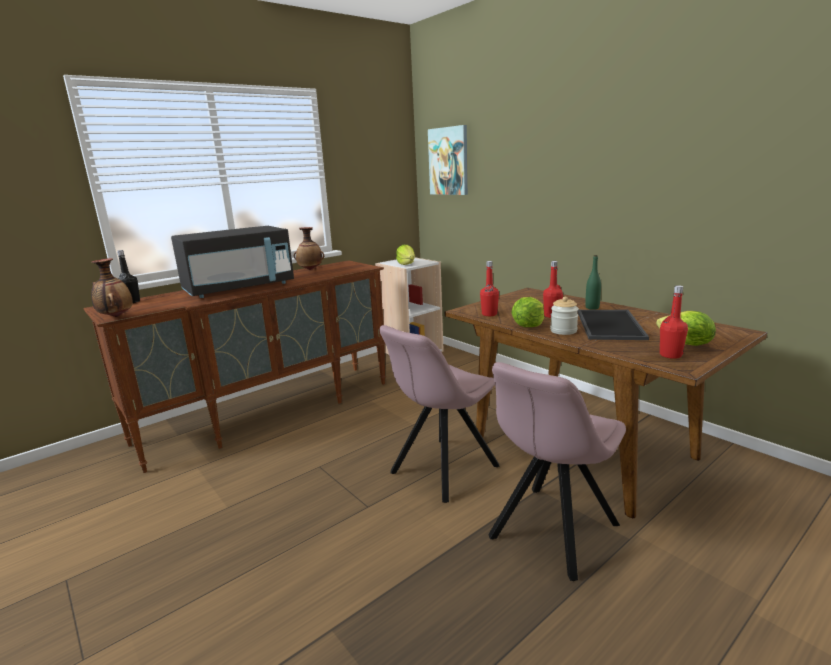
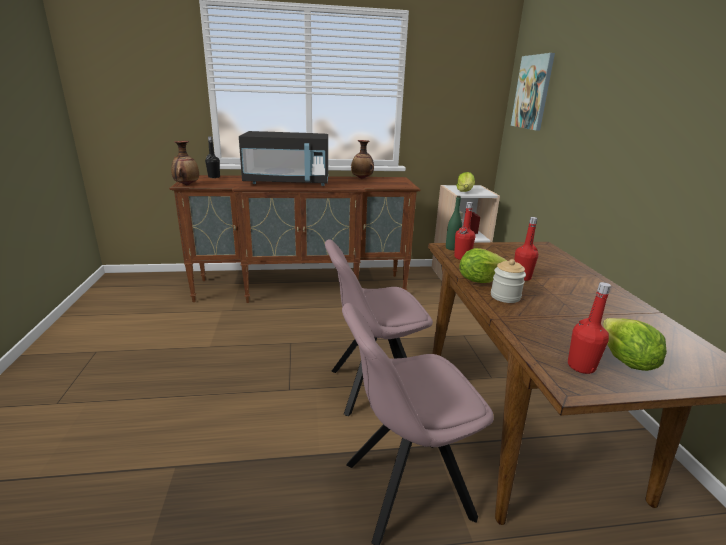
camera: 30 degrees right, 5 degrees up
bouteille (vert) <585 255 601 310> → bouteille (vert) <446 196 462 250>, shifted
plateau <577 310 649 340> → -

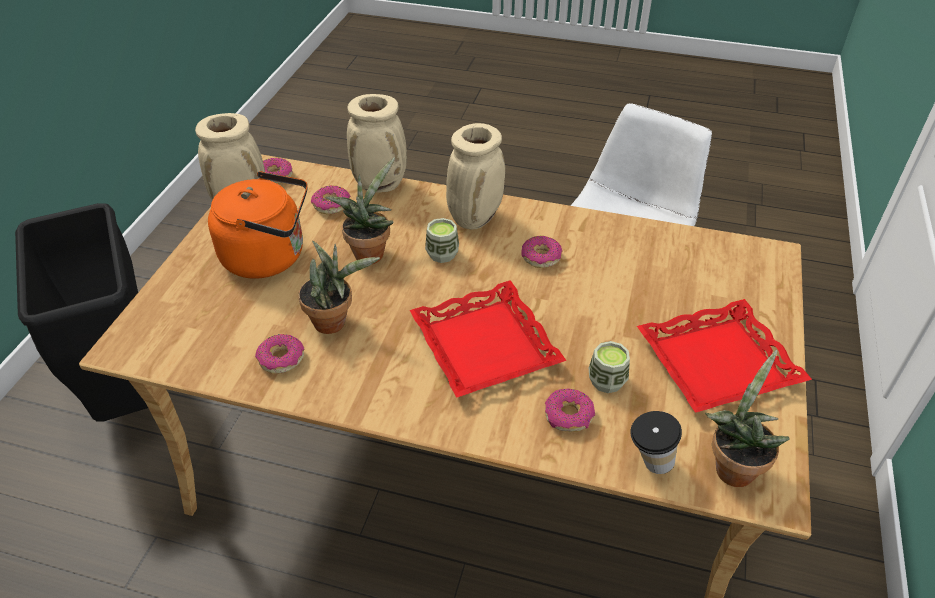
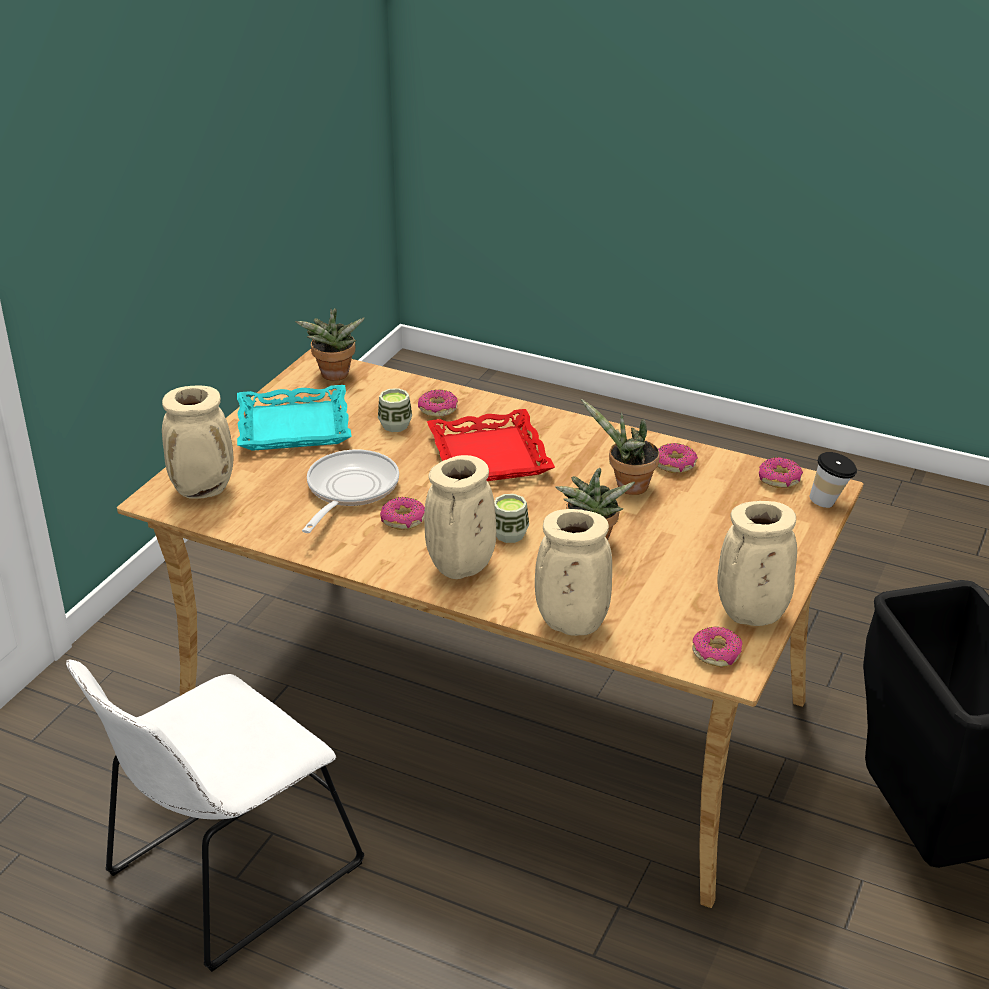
camera: 170 degrees left, 10 degrees down
bouilloire (orange) <208 171 308 279> → -
beignet <311 185 350 214> → beignet <759 457 803 488>, shifted
plateau (rouge) <637 299 812 413> → plateau (turquoise) <237 385 352 451>
tasse <630 411 682 474> → tasse <810 452 857 508>, shifted
- → vase (beige) <162 385 233 499>
- → poêle <302 450 399 533>

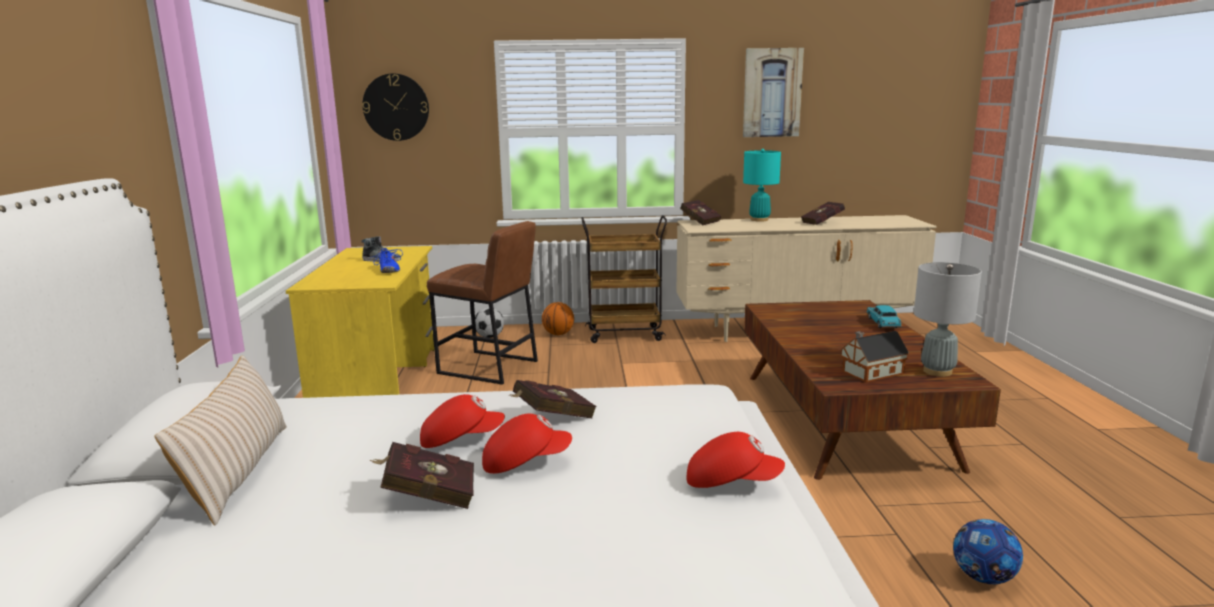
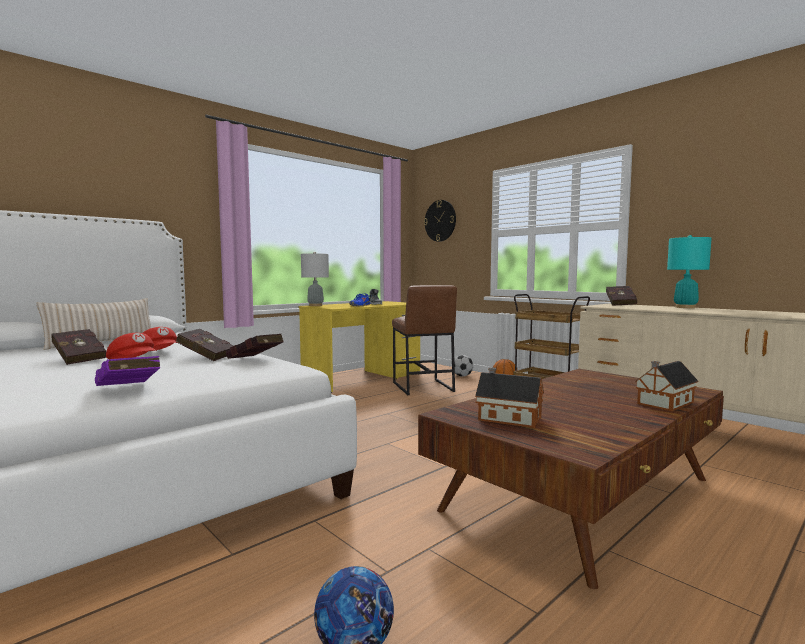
camera: 50 degrees right, 10 degrees down
tableau <743 48 804 137> → -
livre (rouge) <801 202 845 225> → livre (rouge) <226 334 284 359>, shifted
lampe de table (gris) <914 262 982 377> → lampe de table (gris) <301 252 329 306>, shifted
petite voiture (turquoise) <867 305 901 328> → maison miniature <635 361 699 411>
casquette (rouge) <687 432 785 488> → livre (violet) <95 356 160 386>

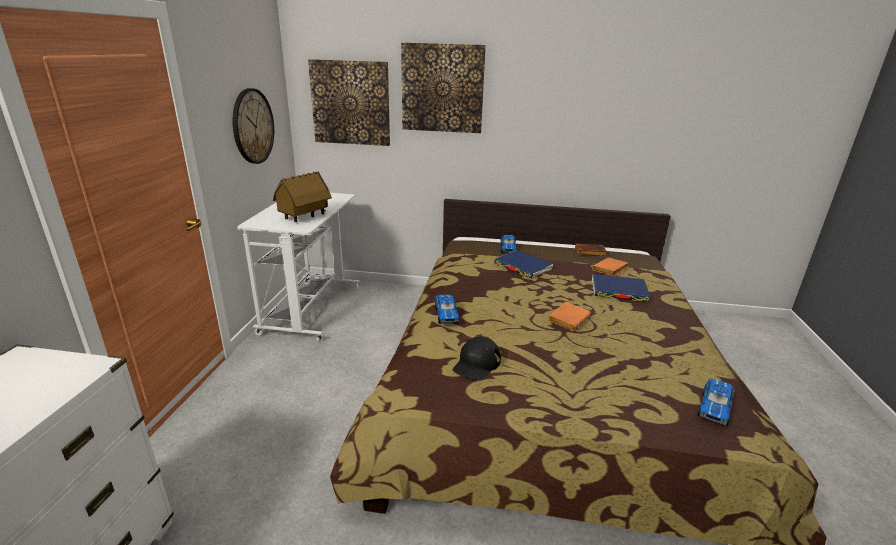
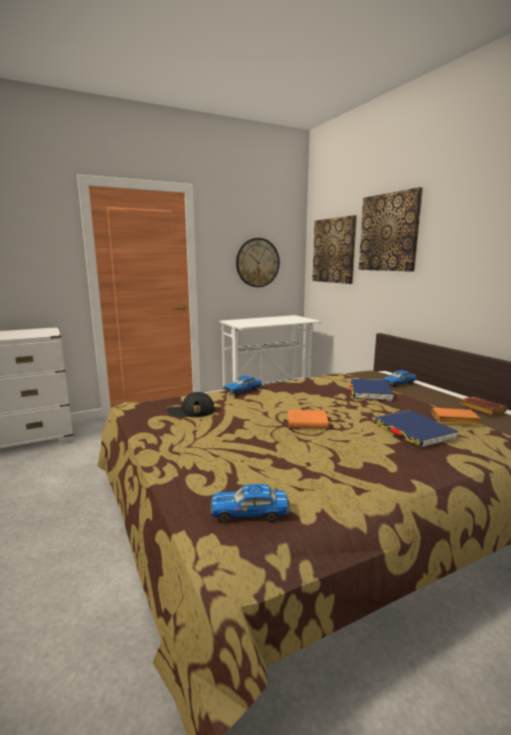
camera: 55 degrees right, 10 degrees down
maison miniature <273 171 332 222> → -

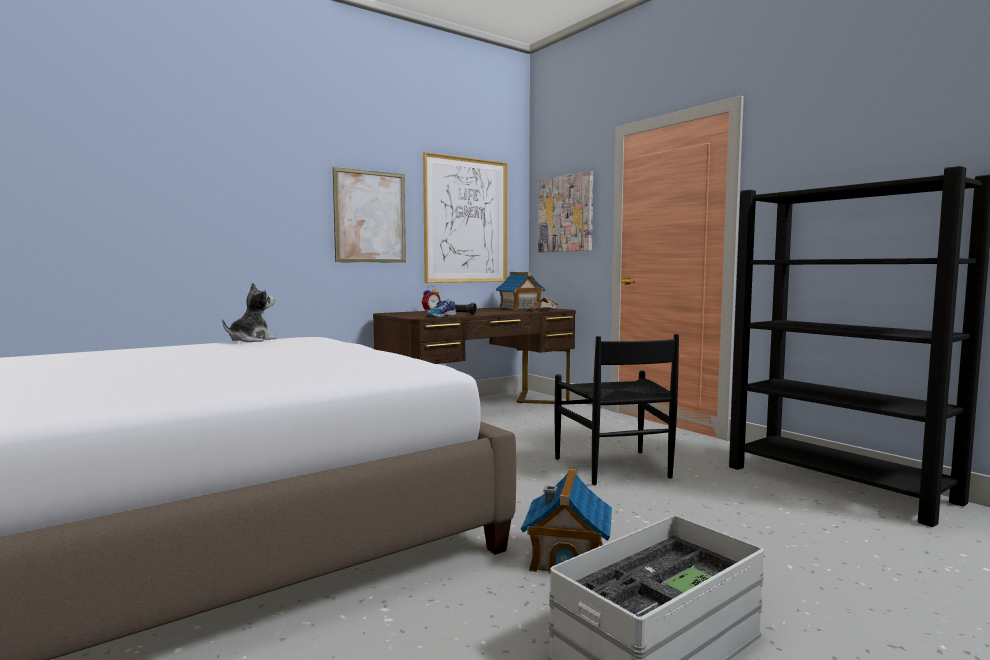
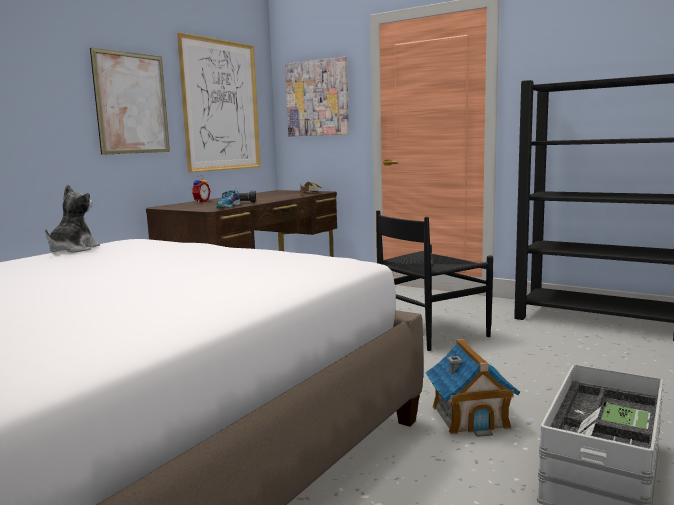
camera: 20 degrees left, 5 degrees up
maison miniature <496 272 546 310> → -
chaise (noir) <555 334 679 485> → chaise (noir) <376 210 493 351>, 90 degrees clockwise

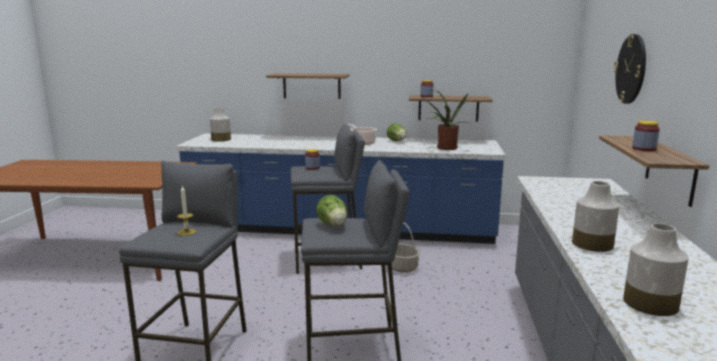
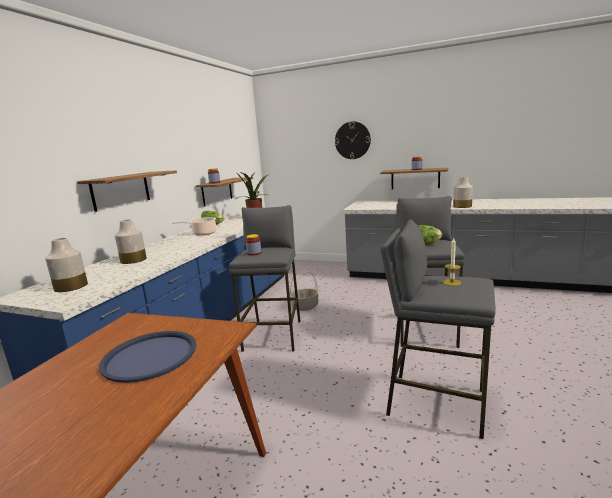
camera: 75 degrees left, 0 degrees up
vase (beige) <623 223 689 316> → vase (beige) <115 219 147 264>, shifted
- → plateau (bleu) <99 331 196 383>

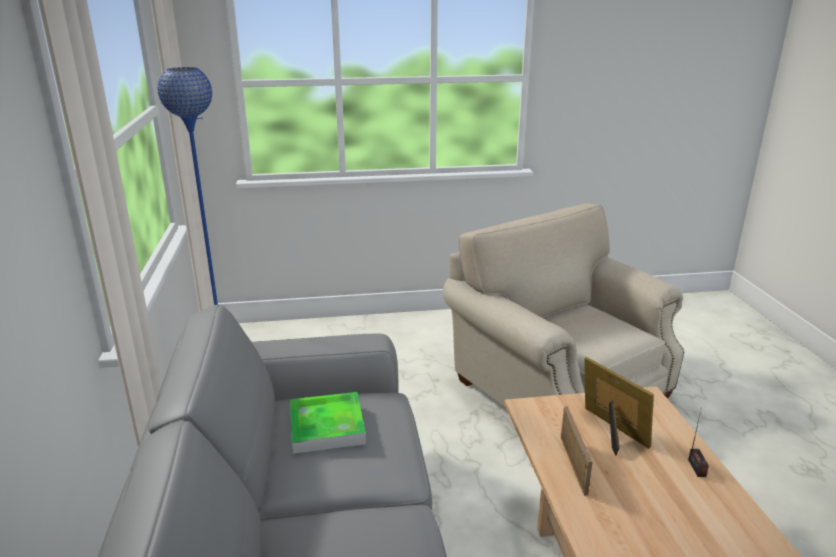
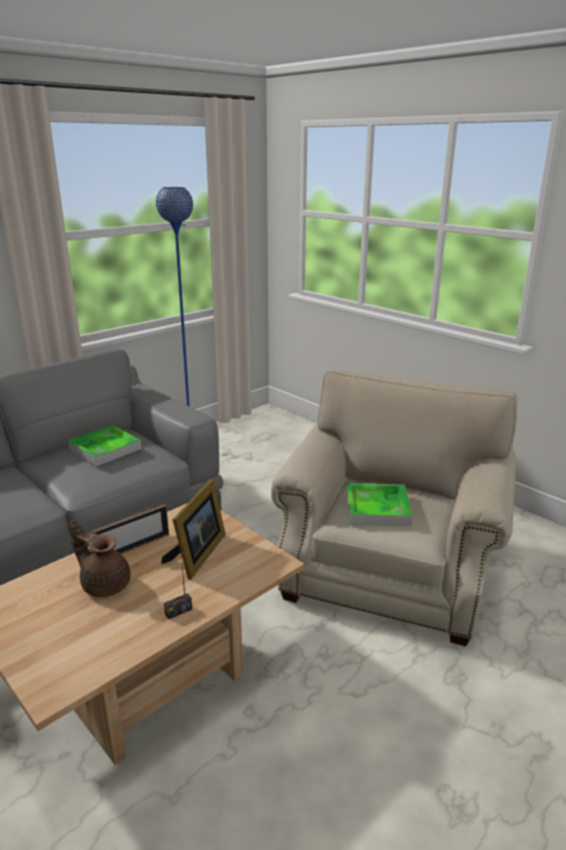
camera: 55 degrees right, 0 degrees up
- → plateau <347 483 413 526>
- → théière (marron) <70 520 131 597>

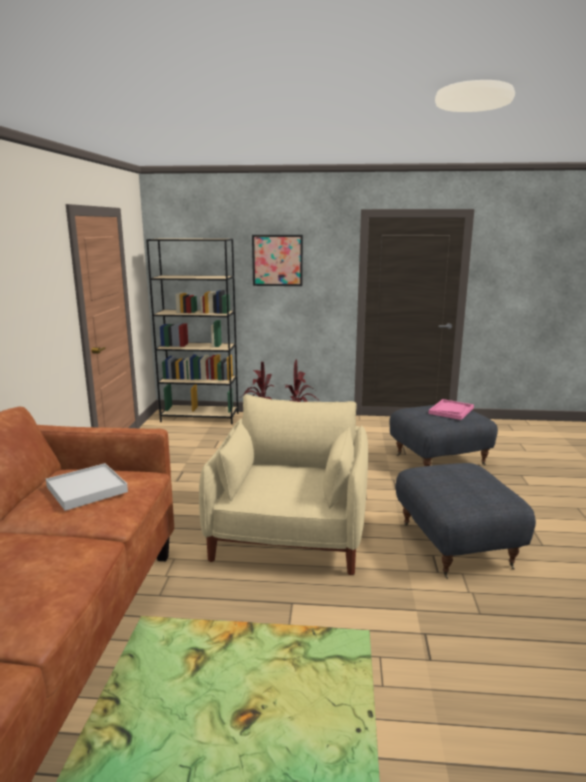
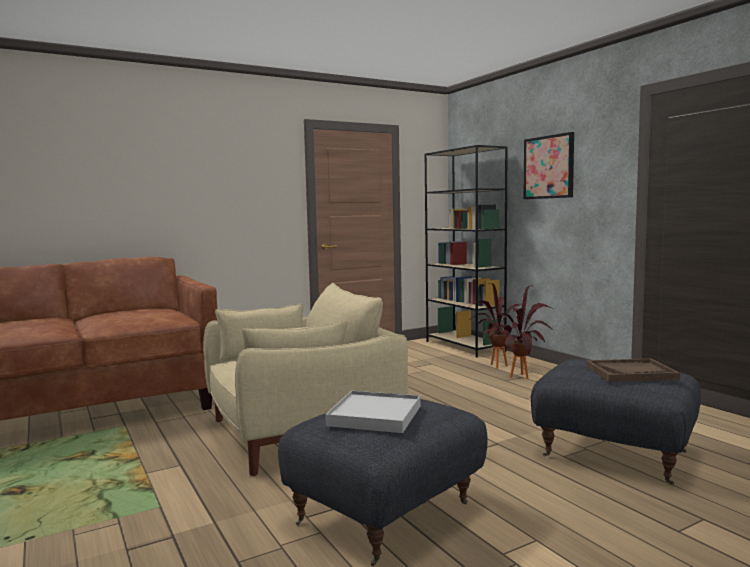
camera: 55 degrees right, 10 degrees down
plateau (rose) <428 399 474 420> → plateau (marron) <586 358 680 382>
plateau (blanc) <46 463 128 511> → plateau (blanc) <325 391 420 433>, shifted

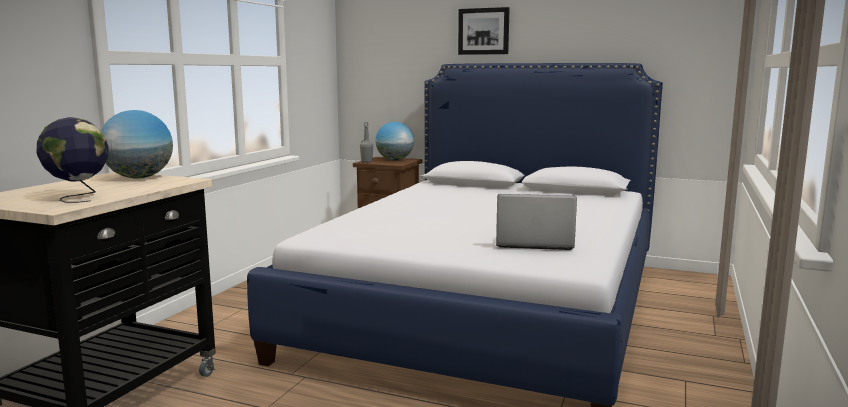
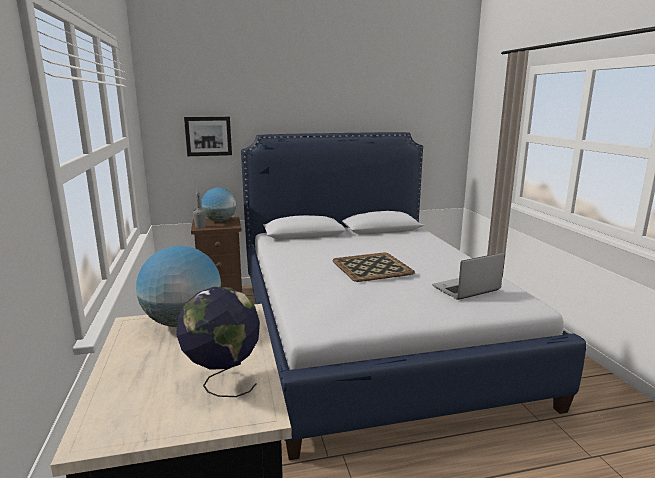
camera: 35 degrees left, 5 degrees up
tableau <458 7 510 55> → tableau <184 117 232 156>, shifted
- → plateau <332 253 415 282>

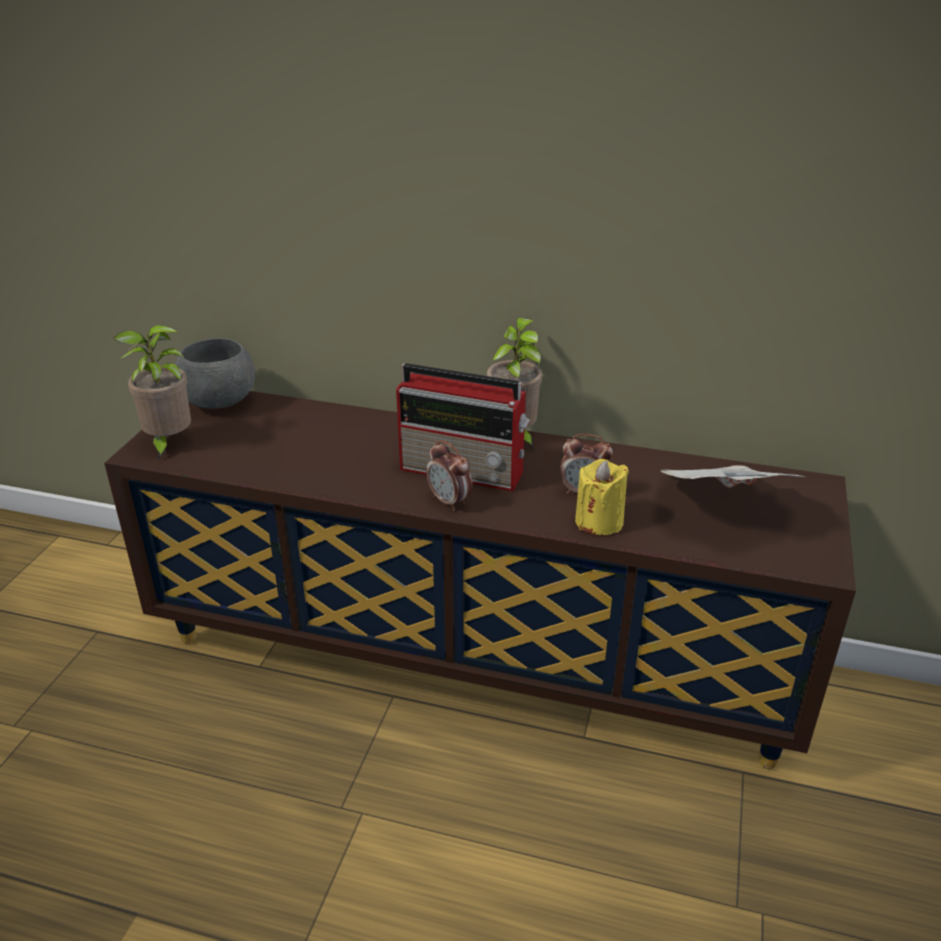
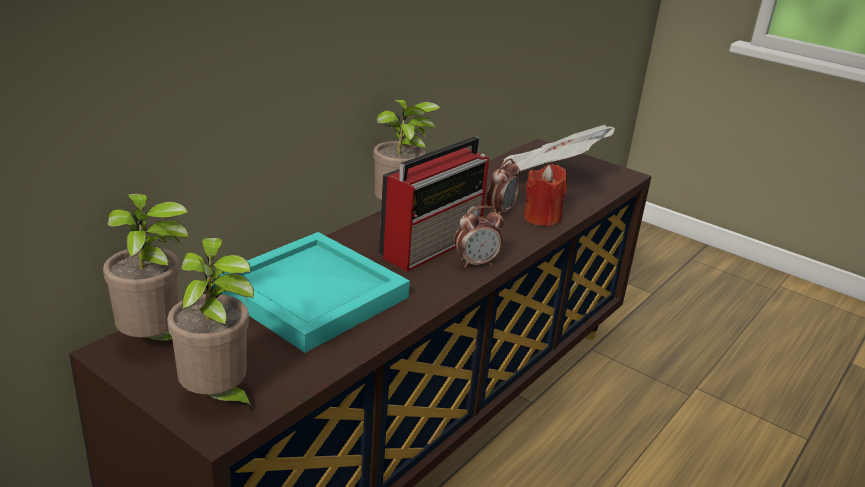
camera: 70 degrees left, 5 degrees down
bol (gris) <176 338 255 409> → plante en pot <103 194 189 341>
bougie (jaune) <575 459 629 535> → bougie (rouge) <523 164 567 227>
- → plateau (turquoise) <213 232 410 353>

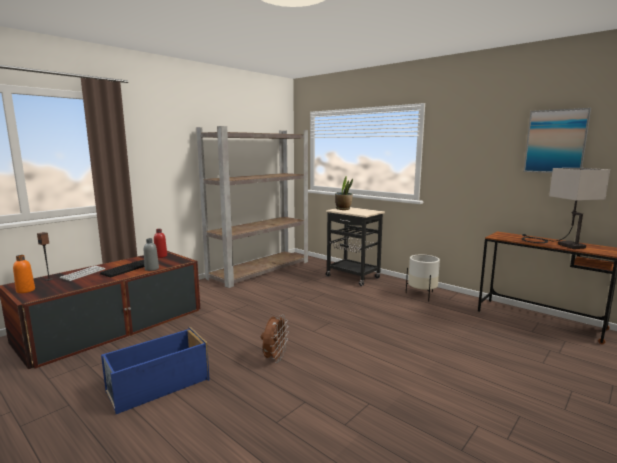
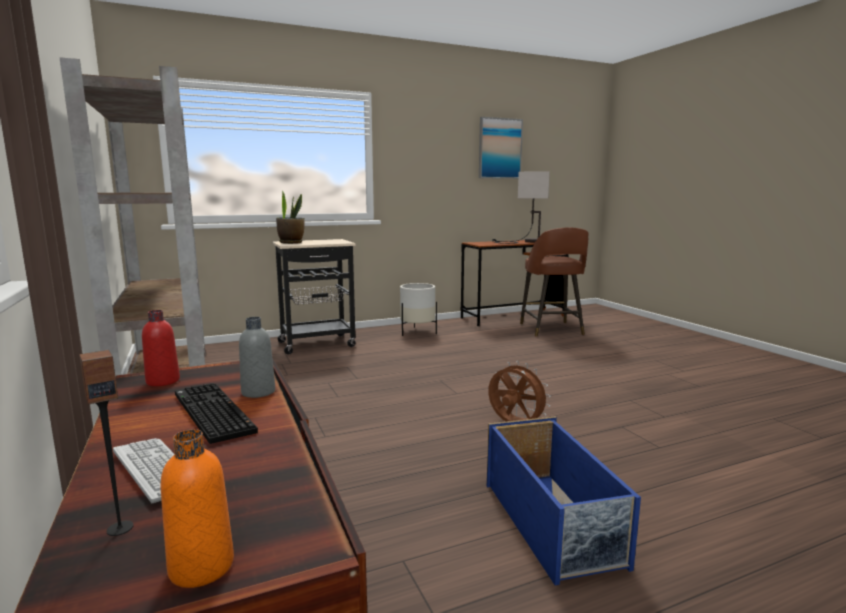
camera: 65 degrees left, 0 degrees up
- → tabouret (marron) <520 228 589 337>

